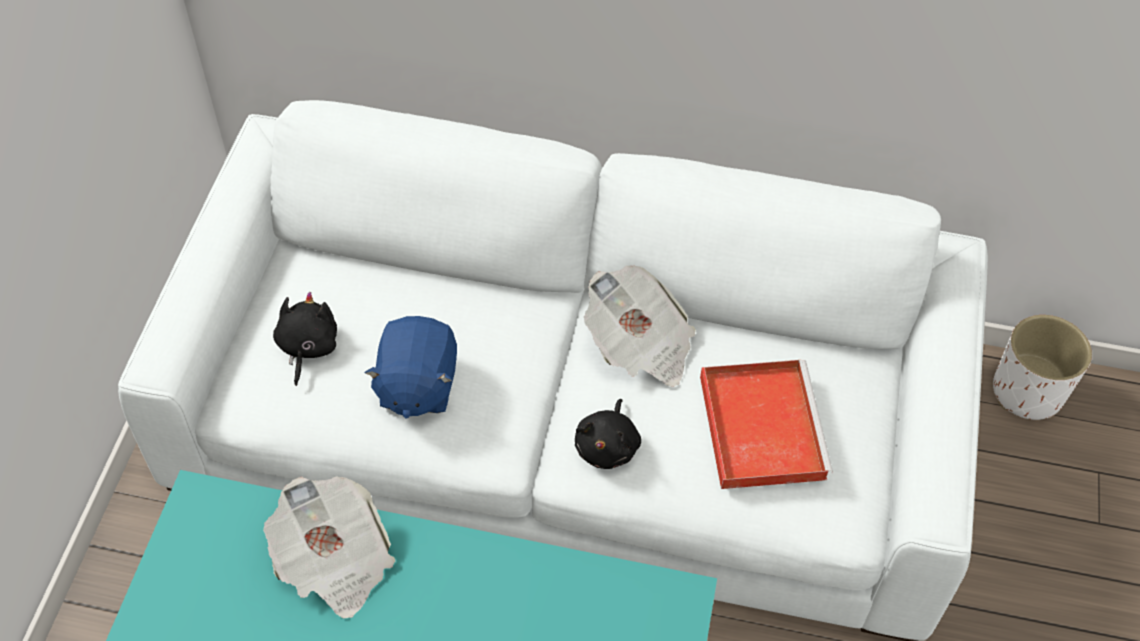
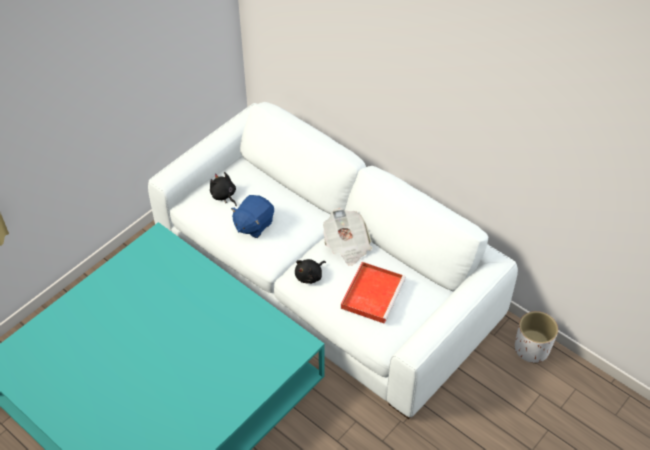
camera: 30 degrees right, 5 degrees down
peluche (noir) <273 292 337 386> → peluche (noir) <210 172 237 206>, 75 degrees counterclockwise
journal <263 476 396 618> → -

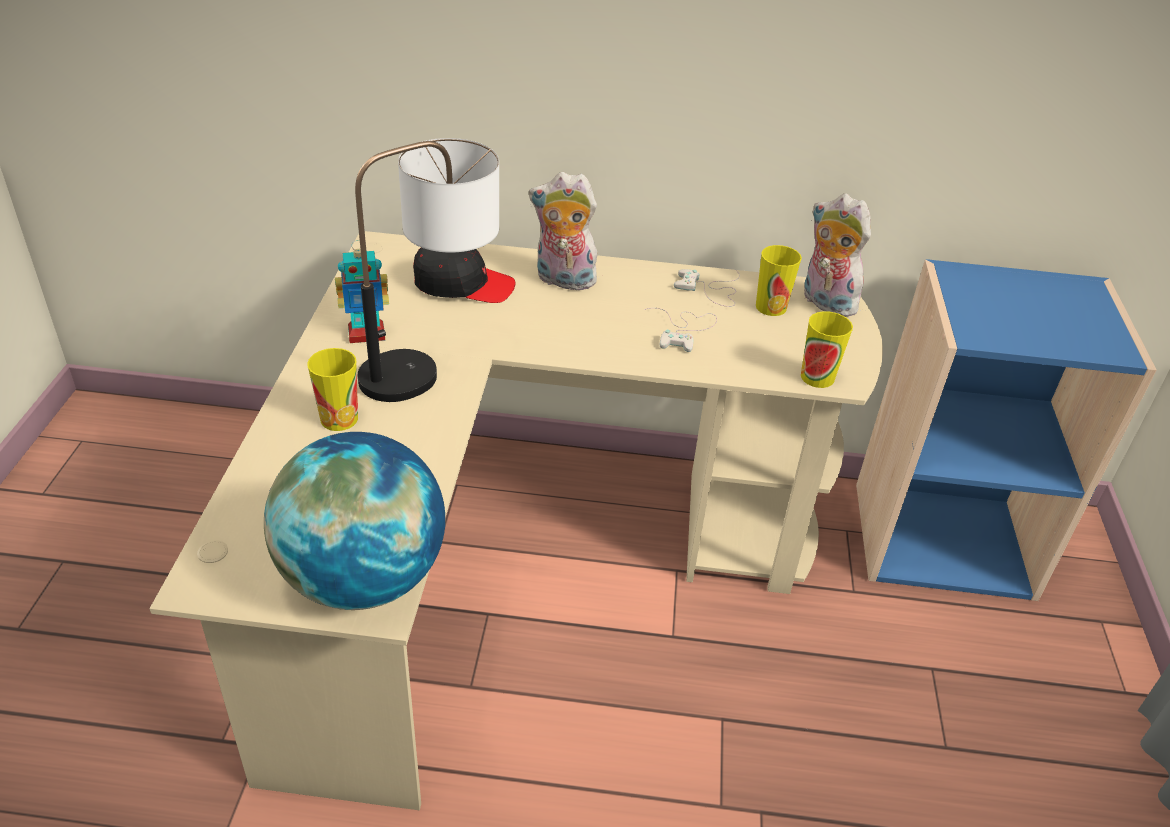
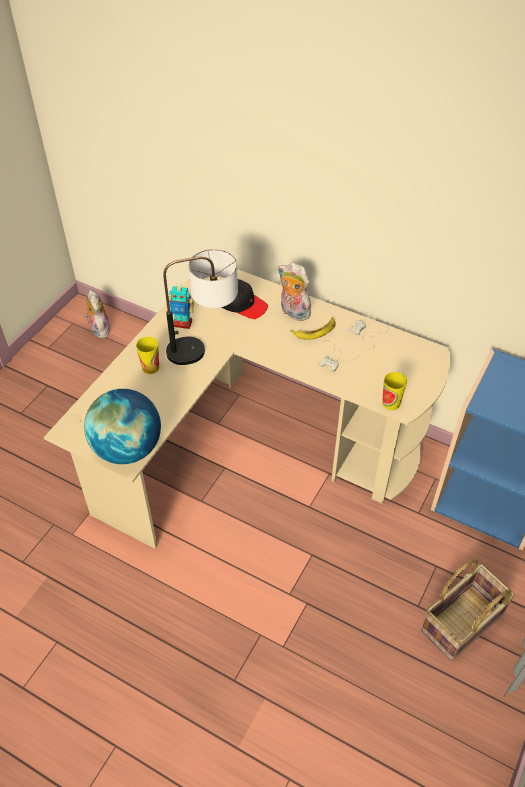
camera: 25 degrees right, 10 degrees up
peluche <804 193 871 317> → peluche <84 289 111 338>, shifted
tasse <756 245 802 316> → -
- → banane <290 317 336 340>
- → panier <421 559 515 661>

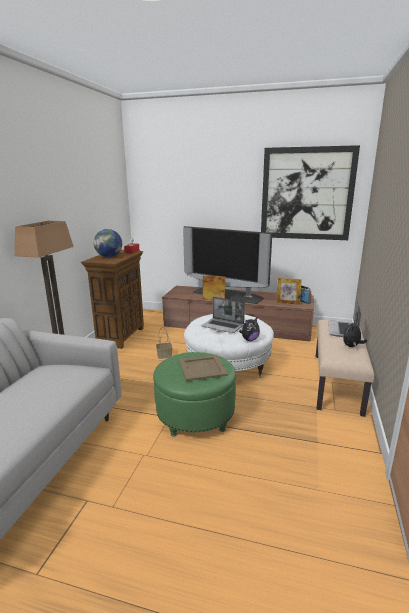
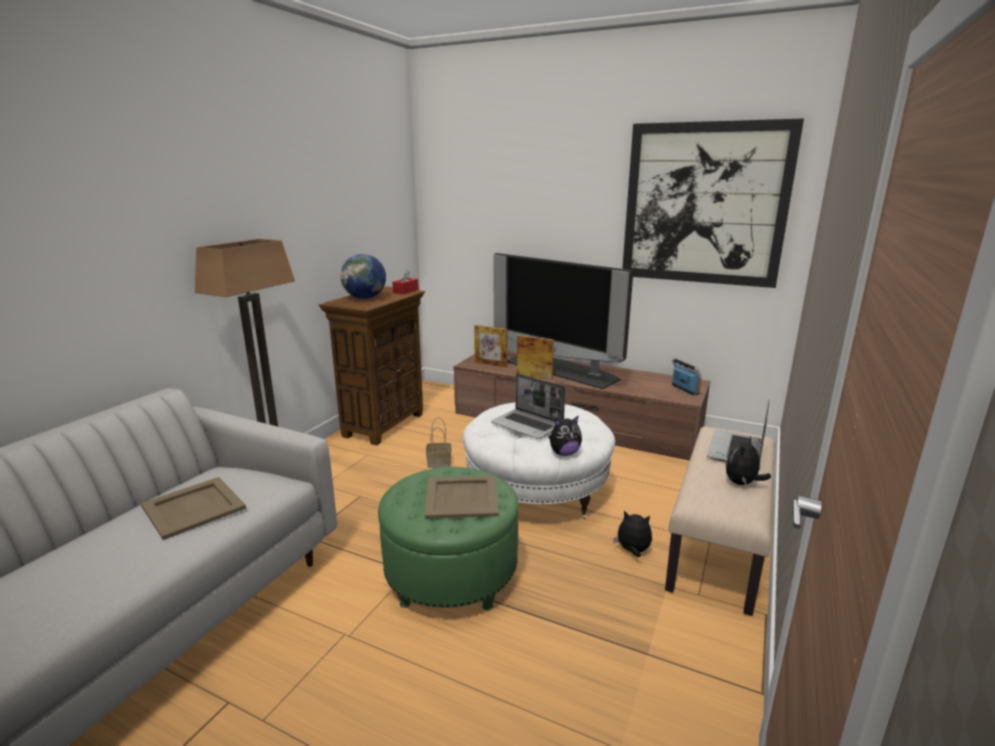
camera: 10 degrees right, 0 degrees up
cadre photo <276 278 302 305> → cadre photo <474 325 507 367>, shifted
- → plateau (beige) <141 477 246 540>
- → peluche <613 511 652 557>

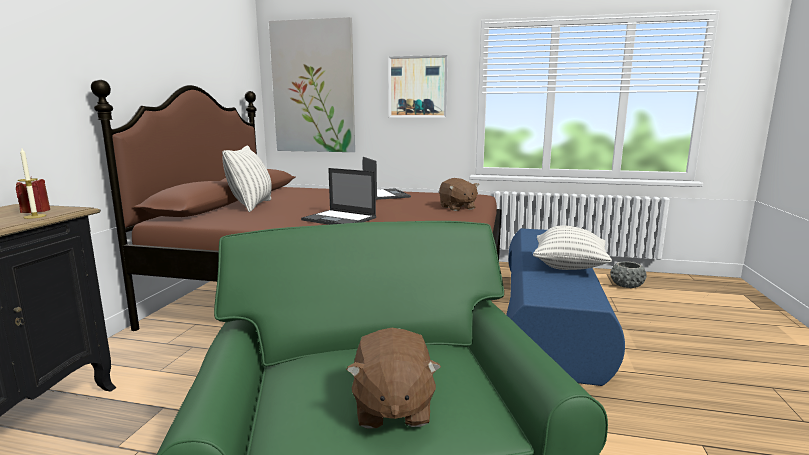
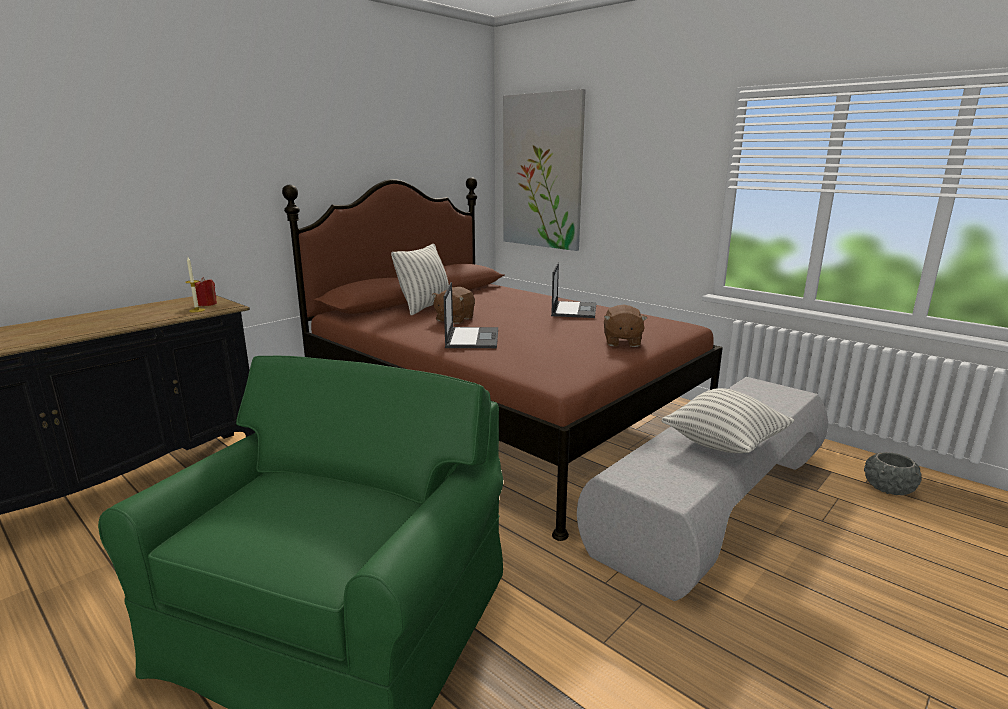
camera: 30 degrees right, 5 degrees up
tableau <388 55 448 118> → -
ordinateur portable <301 168 376 225> → ordinateur portable <444 282 498 348>, 150 degrees counterclockwise
banc (bleu) <507 228 625 386> → banc (gris) <577 377 828 601>
peluche (marron) <346 328 441 429> → peluche (marron) <432 287 475 324>, shifted

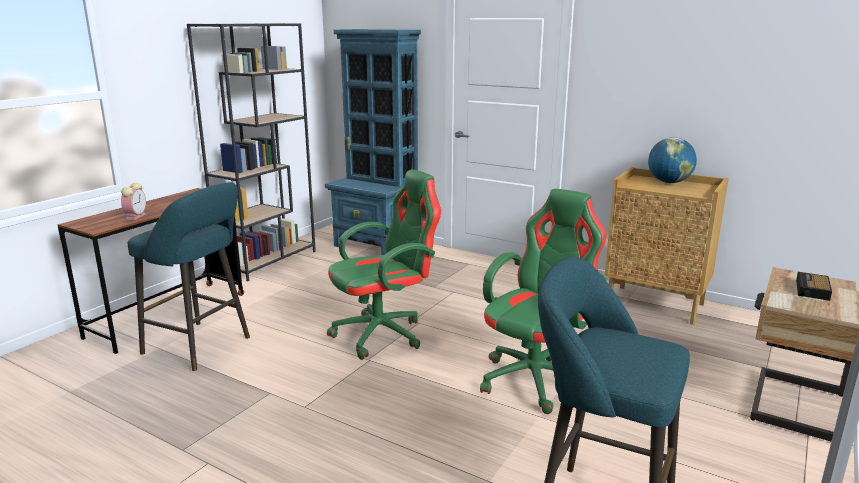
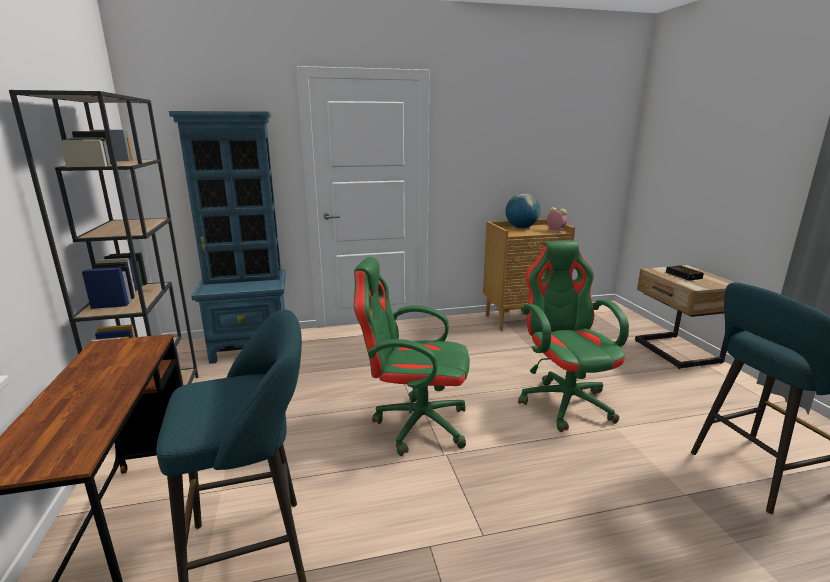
camera: 45 degrees left, 0 degrees up
chaise de bureau (vert) <327 169 441 360> → chaise de bureau (vert) <354 257 470 456>, 90 degrees counterclockwise
réveil <121 183 146 220> → réveil <547 207 567 233>, shifted

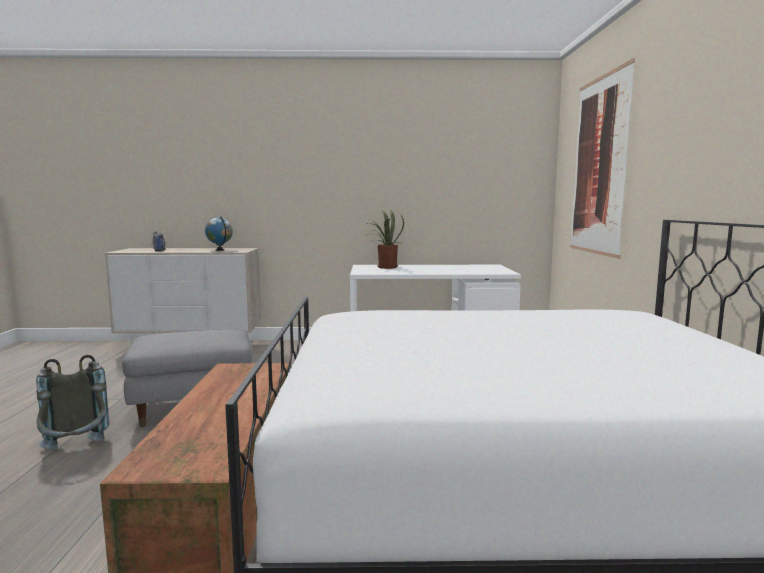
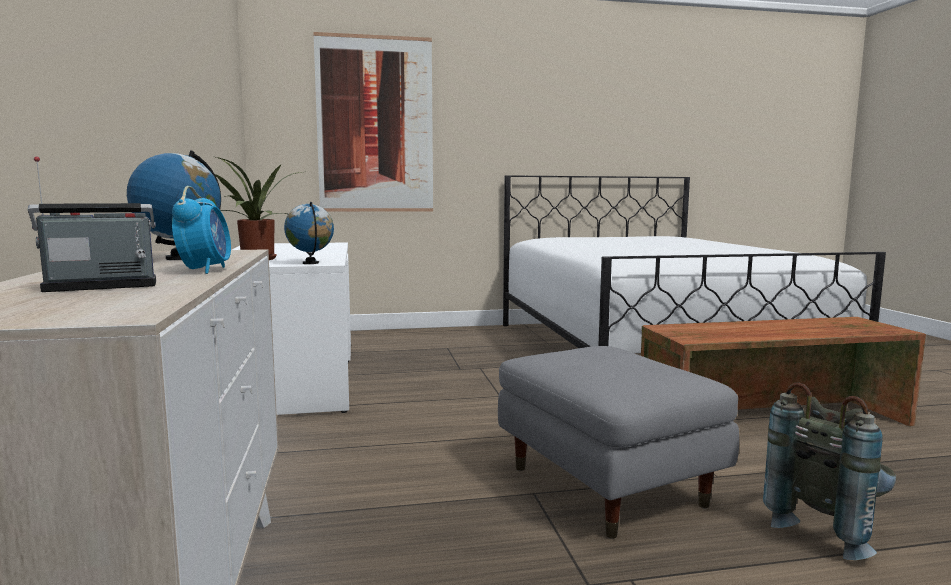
camera: 100 degrees left, 0 degrees up
- → réveil <172 186 231 274>
- → globe <284 202 334 264>

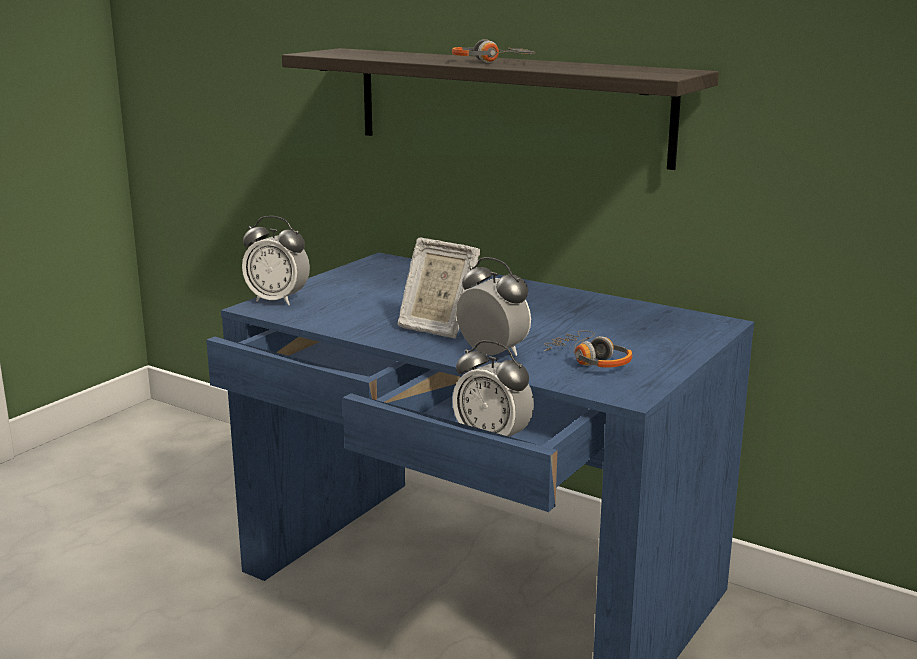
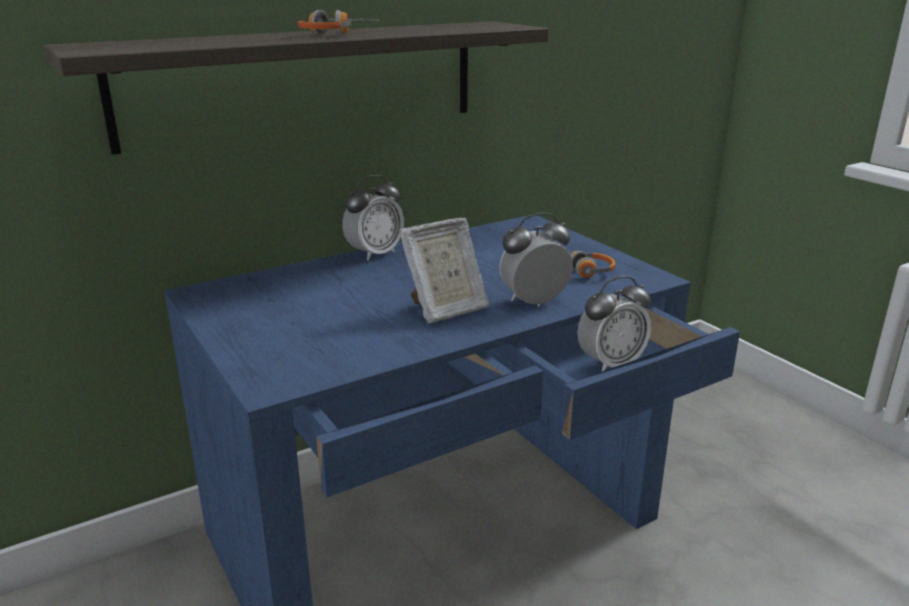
camera: 65 degrees left, 5 degrees up
réveil <242 216 310 306> → réveil <343 175 404 261>, shifted

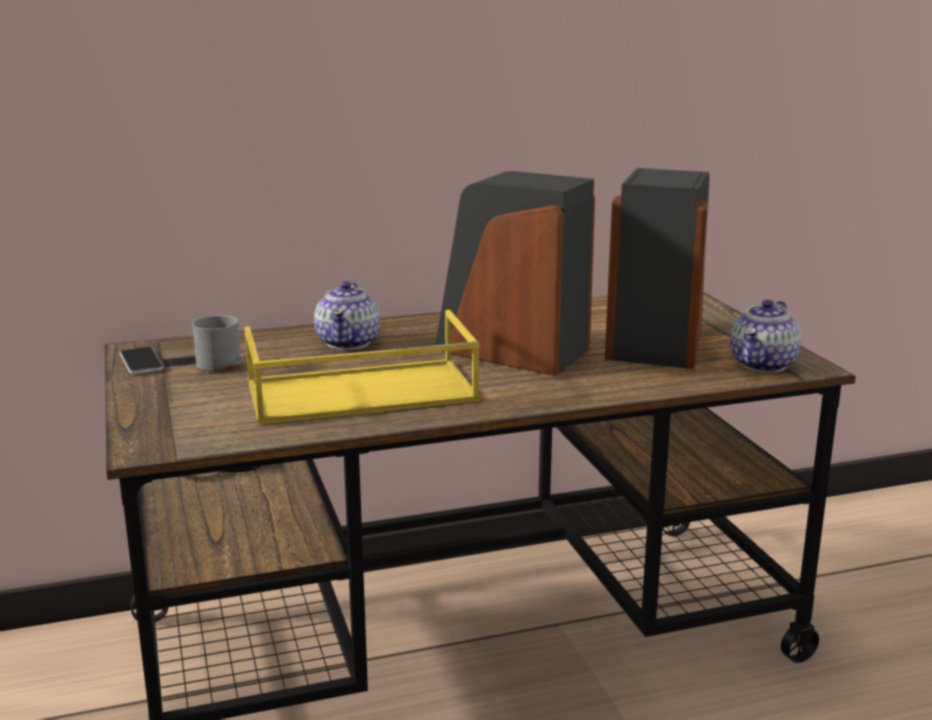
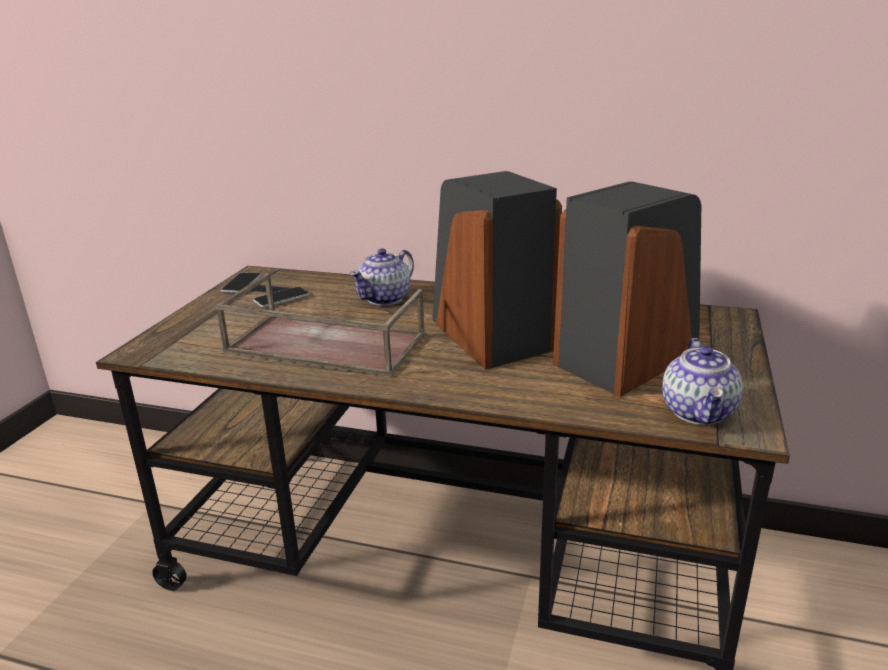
camera: 35 degrees right, 5 degrees up
théière <730 300 801 372> → théière <662 338 743 425>, 60 degrees counterclockwise
plateau (jaune) <244 310 480 425> → plateau (marron) <215 273 425 377>
mug (gris) <192 315 247 372> → téléphone <253 287 310 308>

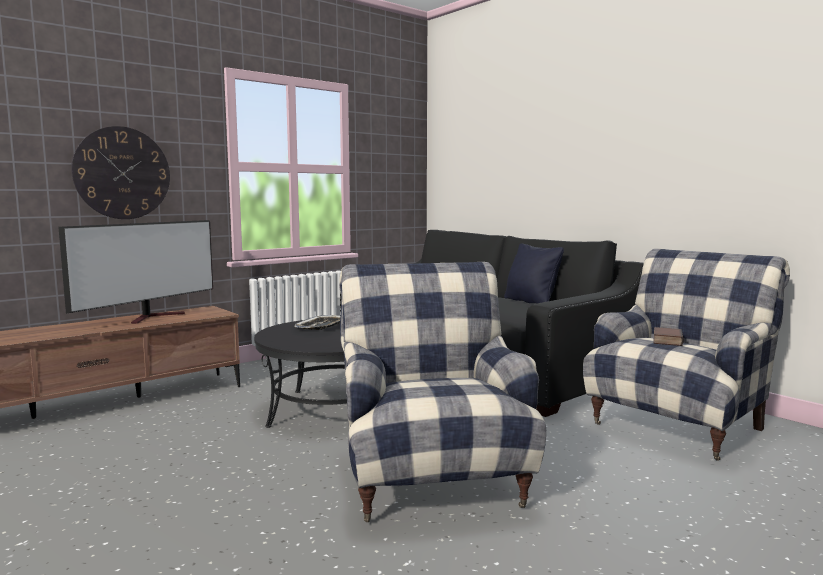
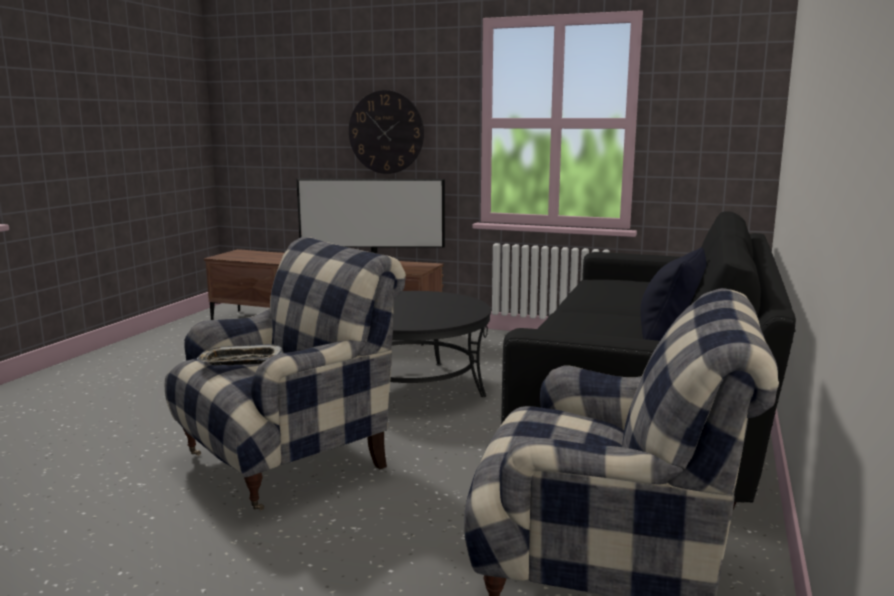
camera: 60 degrees right, 5 degrees up
plateau <294 315 340 330> → plateau <197 344 284 365>, shifted
livre <653 327 684 346> → -

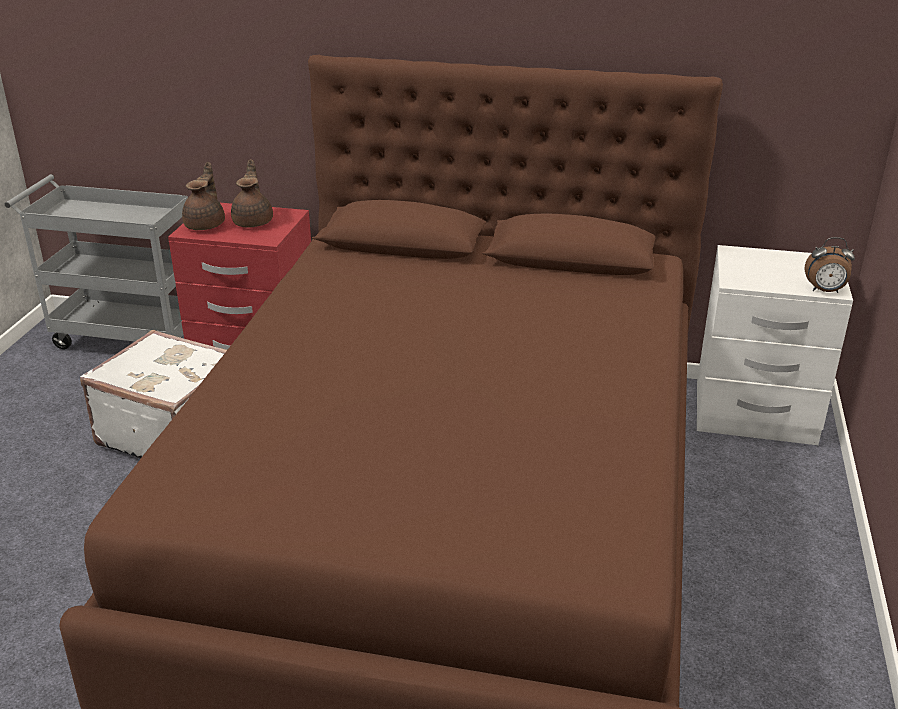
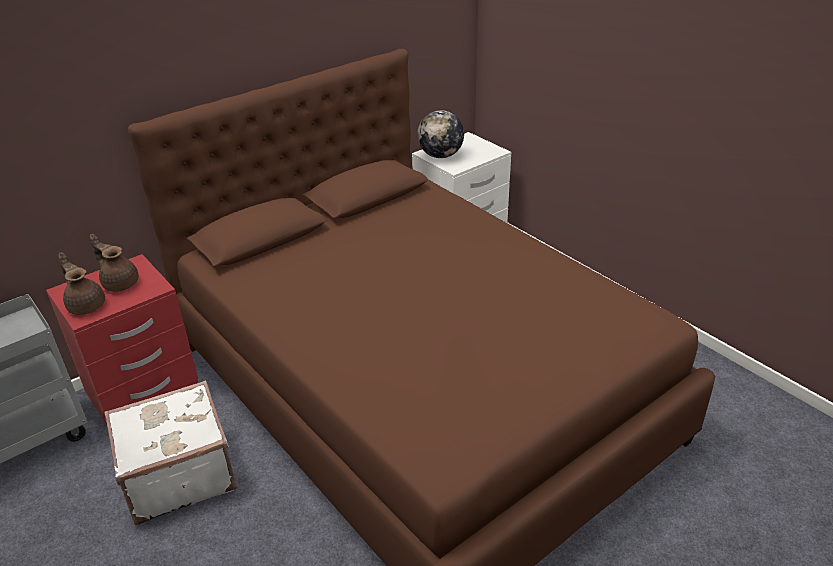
camera: 50 degrees left, 5 degrees up
réveil <805 237 855 293> → -
- → globe <417 110 464 158>

